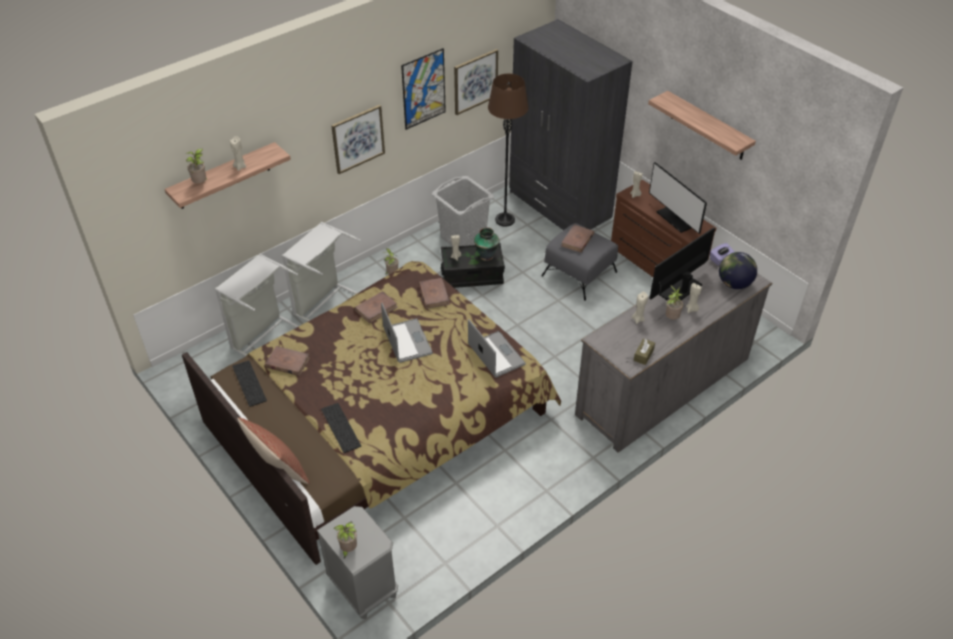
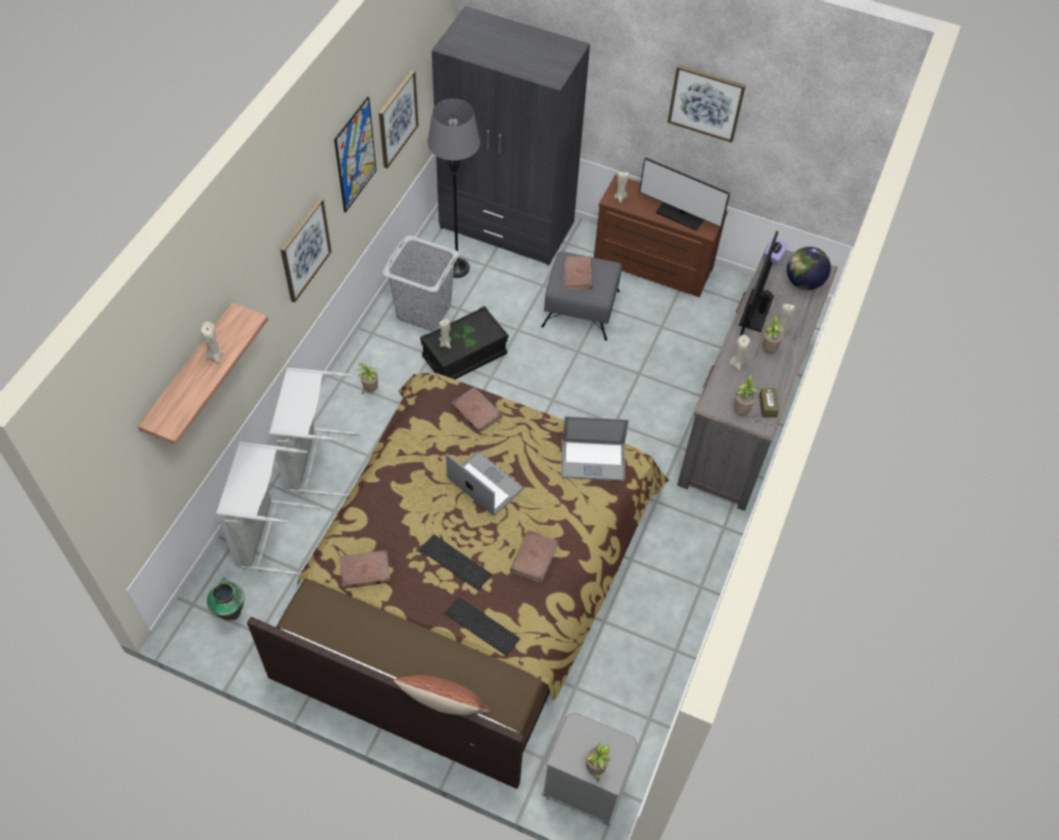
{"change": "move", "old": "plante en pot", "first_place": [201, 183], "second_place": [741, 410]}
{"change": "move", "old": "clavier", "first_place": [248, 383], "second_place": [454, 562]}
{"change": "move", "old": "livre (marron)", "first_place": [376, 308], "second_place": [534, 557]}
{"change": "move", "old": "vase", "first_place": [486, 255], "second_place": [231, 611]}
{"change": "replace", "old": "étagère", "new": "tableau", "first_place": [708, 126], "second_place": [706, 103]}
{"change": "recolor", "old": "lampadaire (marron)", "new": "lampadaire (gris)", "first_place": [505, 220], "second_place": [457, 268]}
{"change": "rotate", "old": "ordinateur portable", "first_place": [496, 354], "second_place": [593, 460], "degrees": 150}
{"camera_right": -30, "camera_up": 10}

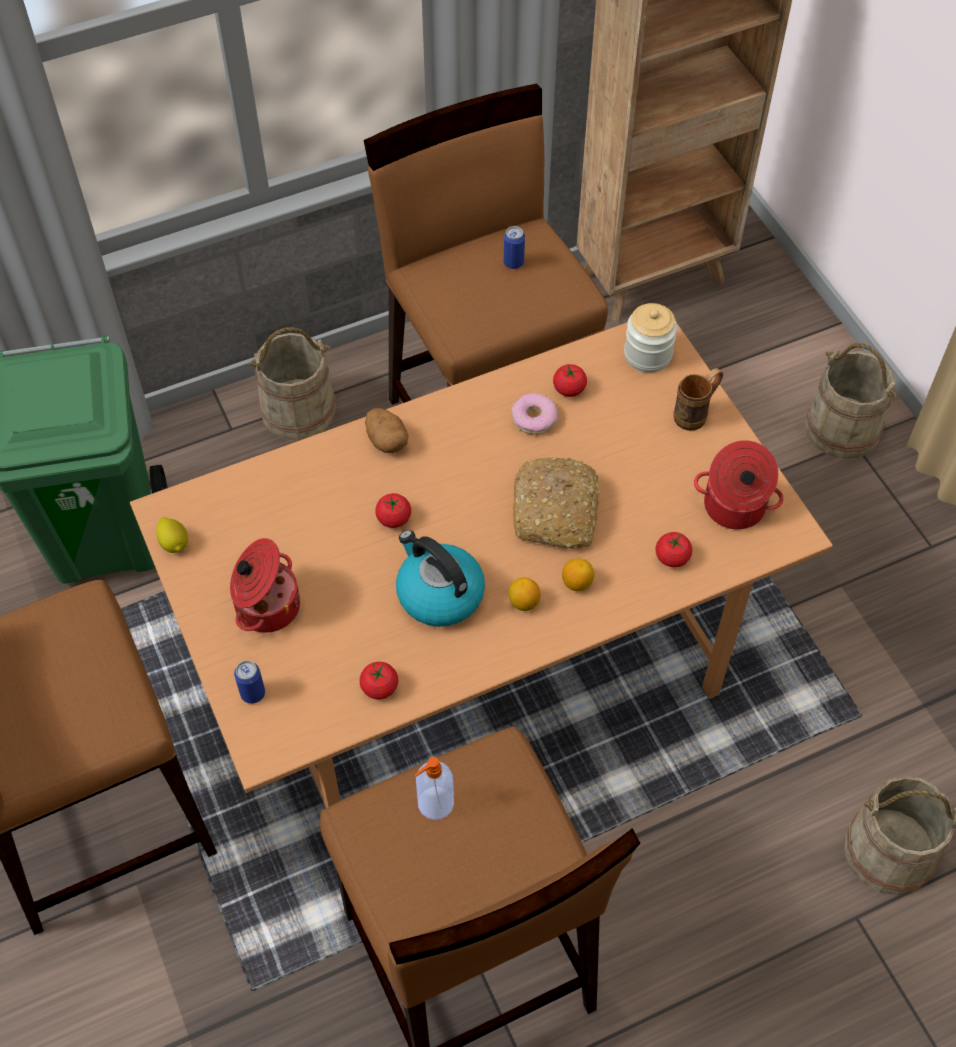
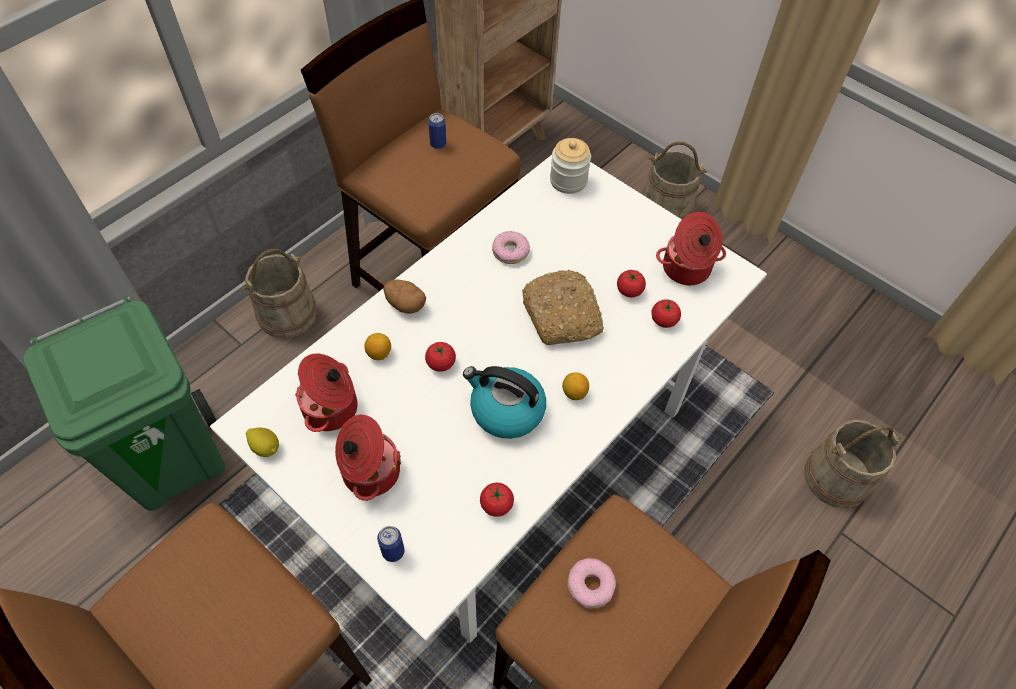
{"change": "delete", "old": "mug (marron)", "first_place": [696, 413]}
{"change": "insert", "new": "marmite", "second_place": [332, 408]}
{"change": "move", "old": "tomate", "first_place": [569, 389], "second_place": [629, 290]}
{"change": "move", "old": "citron", "first_place": [577, 582], "second_place": [379, 353]}
{"change": "replace", "old": "distributeur de savon", "new": "beignet", "first_place": [434, 804], "second_place": [590, 585]}
{"change": "recolor", "old": "table à manger (marron)", "new": "table à manger (blanc)", "first_place": [476, 667], "second_place": [503, 455]}
{"camera_right": -25, "camera_up": 0}

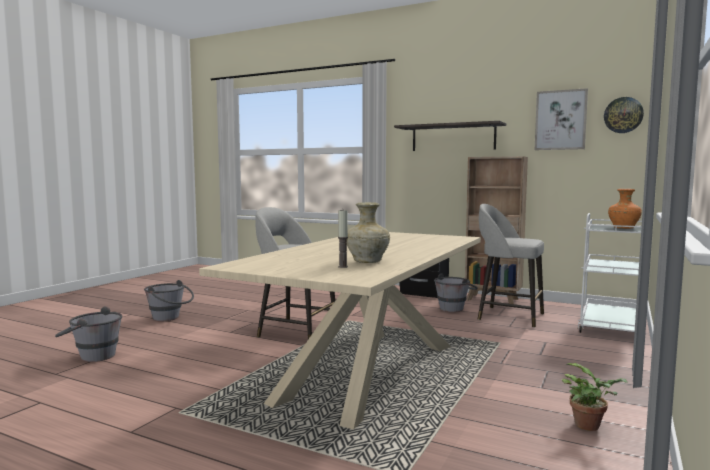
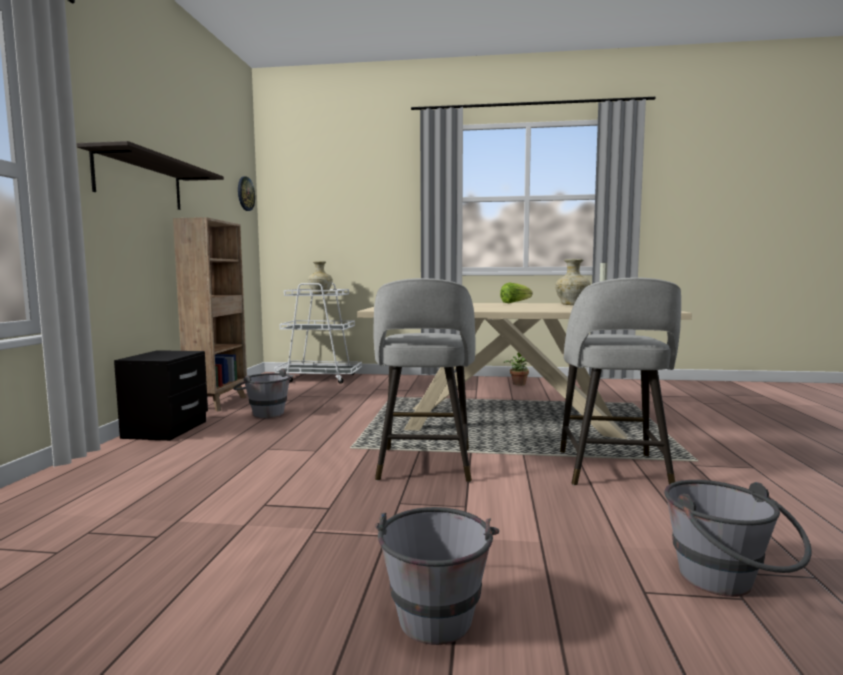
{"change": "delete", "old": "tableau", "first_place": [560, 120]}
{"change": "insert", "new": "laitue", "second_place": [514, 303]}
{"change": "move", "old": "tabouret (gris)", "first_place": [508, 316], "second_place": [613, 471]}
{"change": "recolor", "old": "vase (orange)", "new": "vase (beige)", "first_place": [623, 228], "second_place": [320, 293]}
{"camera_right": -110, "camera_up": 0}

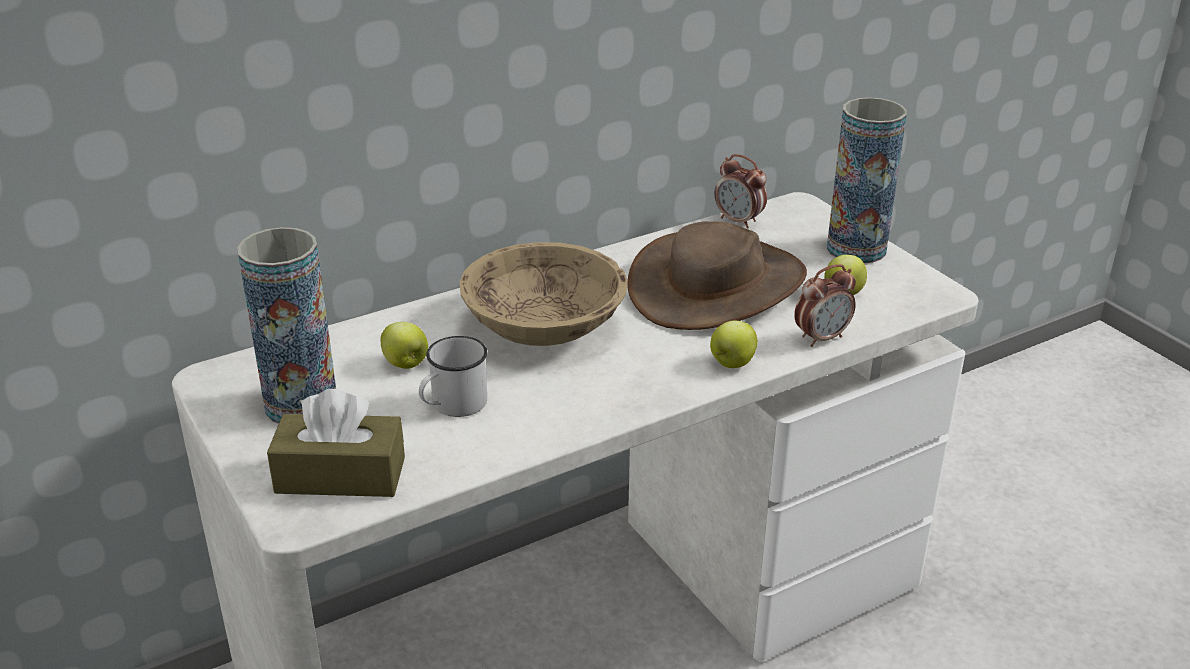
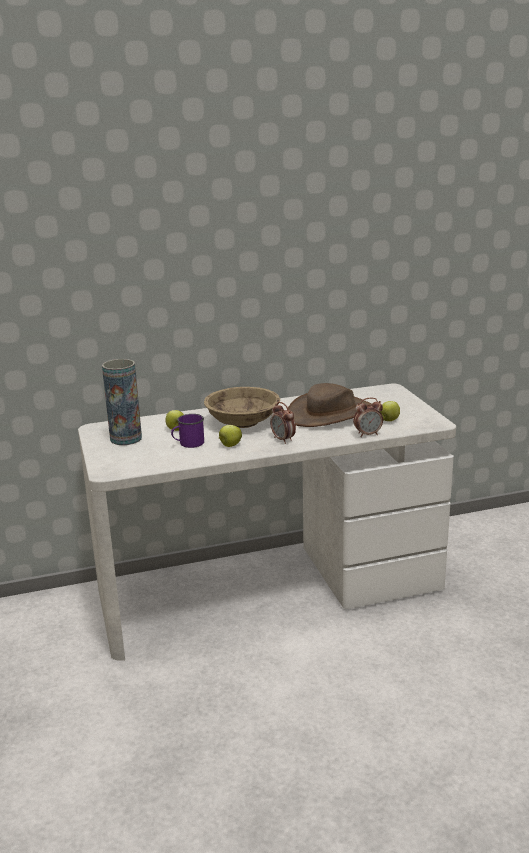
{"change": "delete", "old": "boîte à mouchoirs (marron)", "first_place": [340, 475]}
{"change": "delete", "old": "vase", "first_place": [856, 248]}
{"change": "move", "old": "pomme", "first_place": [732, 363], "second_place": [230, 445]}
{"change": "move", "old": "réveil", "first_place": [739, 221], "second_place": [283, 440]}
{"change": "recolor", "old": "mug (blanc)", "new": "mug (violet)", "first_place": [452, 406], "second_place": [188, 444]}
{"camera_right": 15, "camera_up": -10}

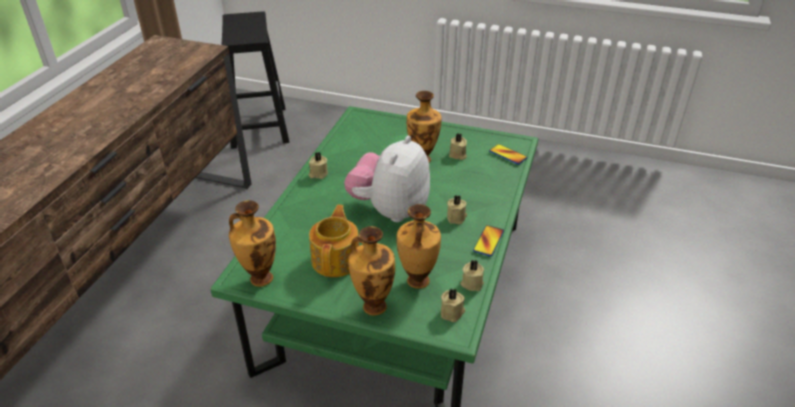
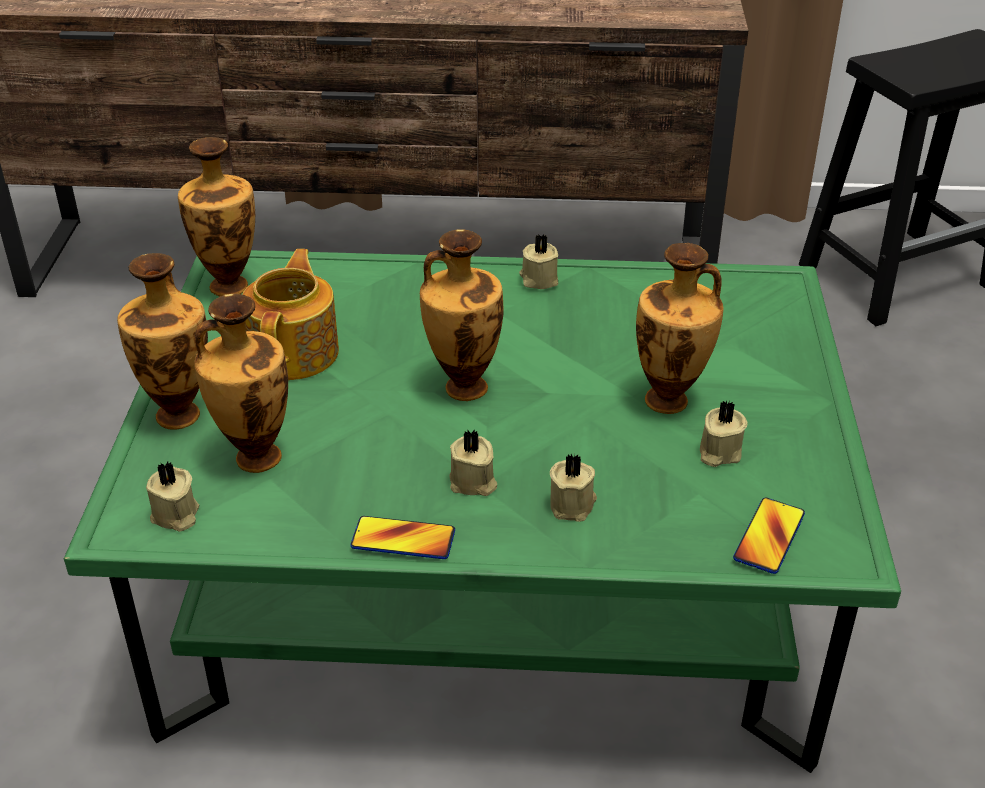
{"change": "move", "old": "bougie (beige)", "first_place": [471, 283], "second_place": [573, 505]}
{"change": "replace", "old": "peluche", "new": "vase", "first_place": [390, 210], "second_place": [463, 387]}
{"change": "rotate", "old": "théière", "first_place": [336, 259], "second_place": [295, 351], "degrees": -75}
{"camera_right": 75, "camera_up": 0}

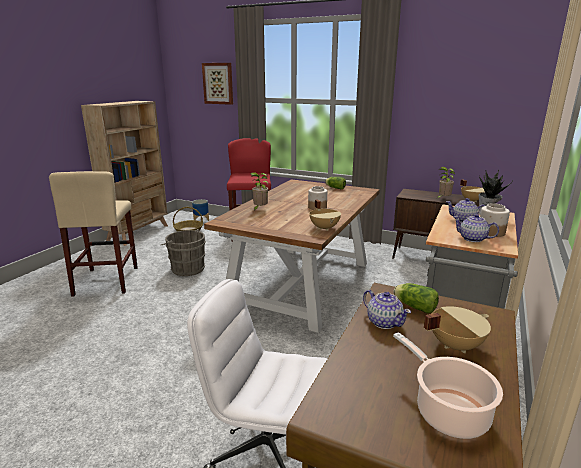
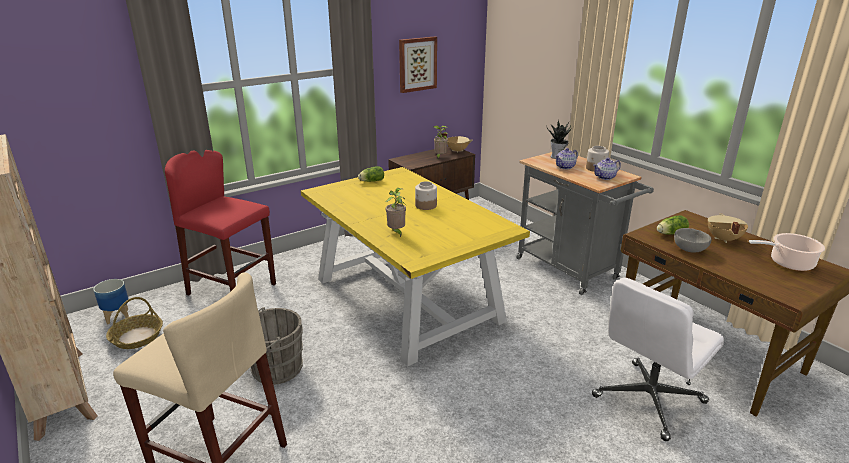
{"change": "delete", "old": "marmite (beige)", "first_place": [325, 228]}
{"change": "move", "old": "tableau", "first_place": [218, 83], "second_place": [417, 64]}
{"change": "replace", "old": "théière", "new": "bol (gris)", "first_place": [384, 322], "second_place": [688, 249]}
{"change": "recolor", "old": "table à manger (marron)", "new": "table à manger (jaune)", "first_place": [301, 282], "second_place": [406, 298]}
{"camera_right": -60, "camera_up": 5}

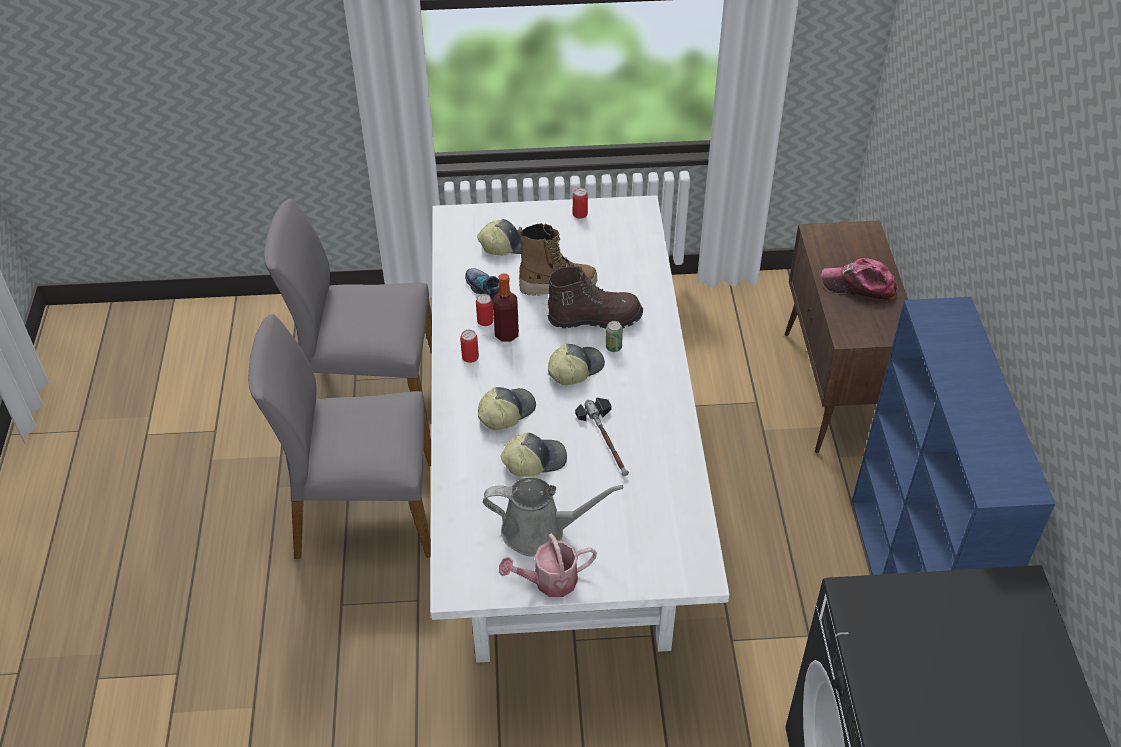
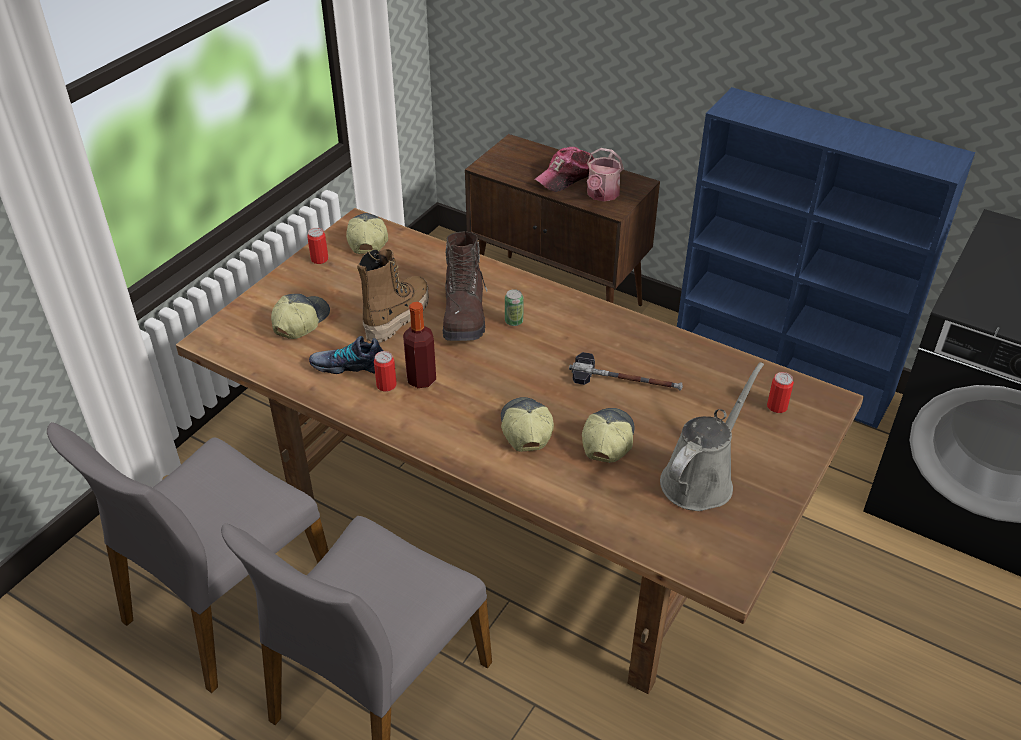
{"change": "move", "old": "boîte métallique", "first_place": [470, 357], "second_place": [777, 406]}
{"change": "move", "old": "arrosoir", "first_place": [549, 581], "second_place": [601, 195]}
{"change": "move", "old": "casquette", "first_place": [575, 369], "second_place": [367, 240]}
{"change": "recolor", "old": "table à manger (blanc)", "new": "table à manger (marron)", "first_place": [560, 496], "second_place": [507, 522]}
{"change": "rotate", "old": "botte (marron)", "first_place": [594, 318], "second_place": [464, 315], "degrees": 150}
{"camera_right": -55, "camera_up": -5}

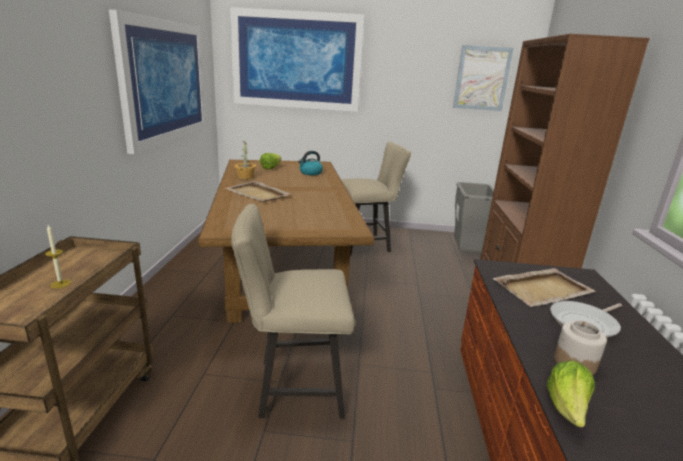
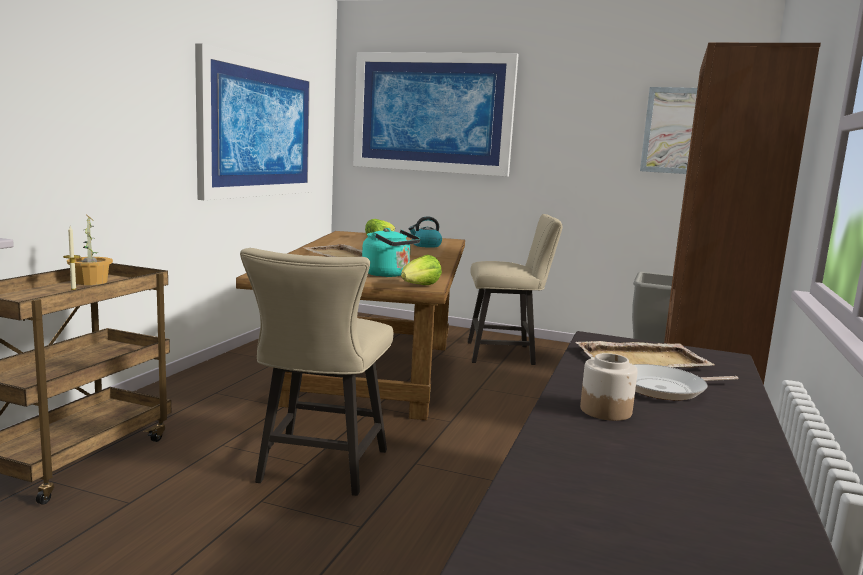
{"change": "insert", "new": "bouilloire (turquoise)", "second_place": [388, 274]}
{"change": "move", "old": "plante en pot", "first_place": [245, 177], "second_place": [90, 282]}
{"change": "move", "old": "laitue", "first_place": [567, 409], "second_place": [419, 286]}
{"change": "rotate", "old": "chaise (beige)", "first_place": [292, 386], "second_place": [318, 470], "degrees": -90}
{"camera_right": 15, "camera_up": -10}

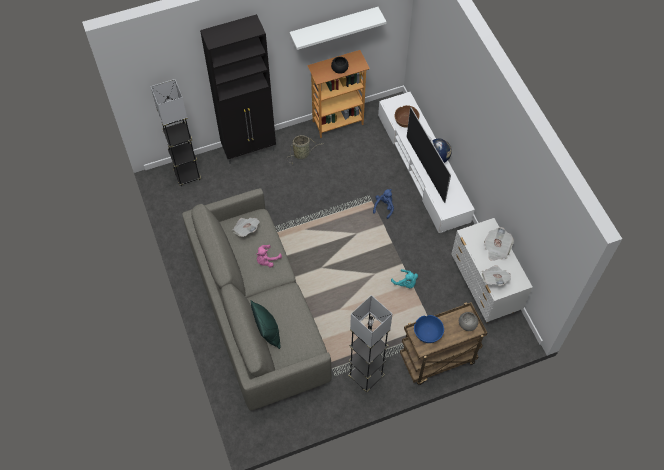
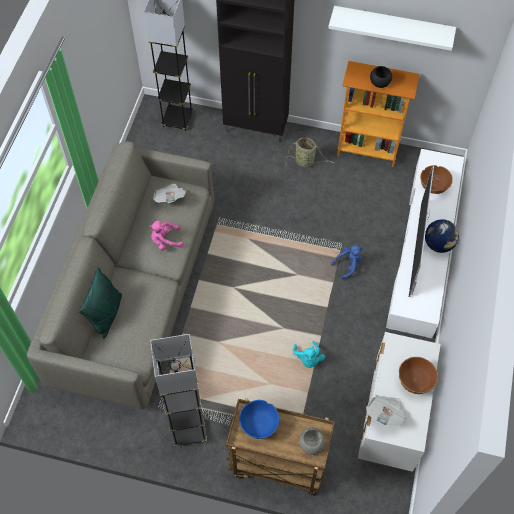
{"change": "replace", "old": "journal", "new": "bol (marron)", "first_place": [496, 248], "second_place": [415, 381]}
{"camera_right": 35, "camera_up": 0}

